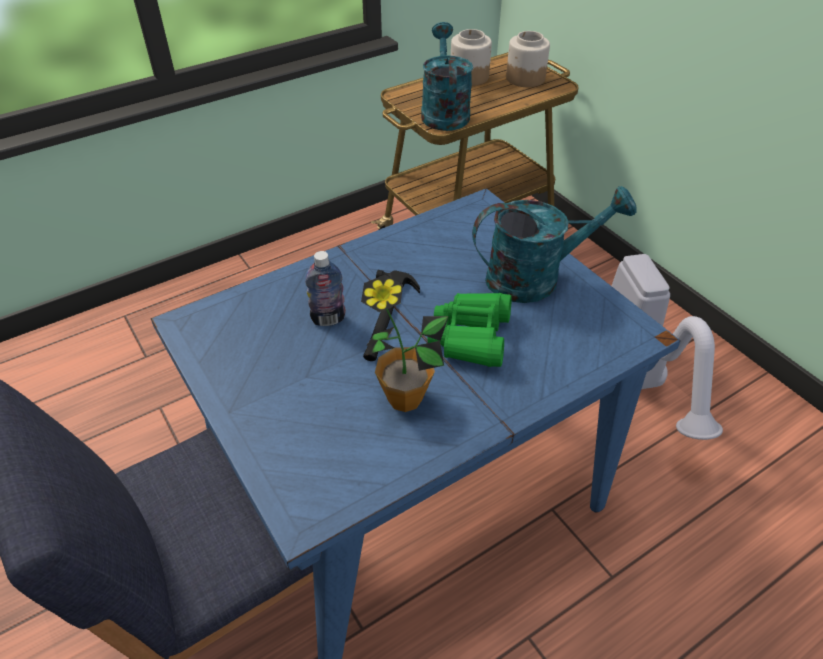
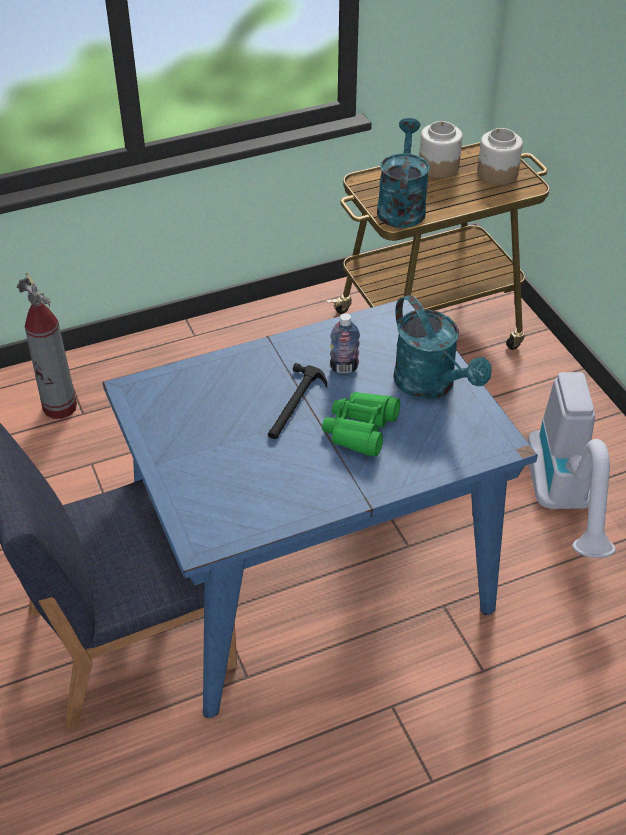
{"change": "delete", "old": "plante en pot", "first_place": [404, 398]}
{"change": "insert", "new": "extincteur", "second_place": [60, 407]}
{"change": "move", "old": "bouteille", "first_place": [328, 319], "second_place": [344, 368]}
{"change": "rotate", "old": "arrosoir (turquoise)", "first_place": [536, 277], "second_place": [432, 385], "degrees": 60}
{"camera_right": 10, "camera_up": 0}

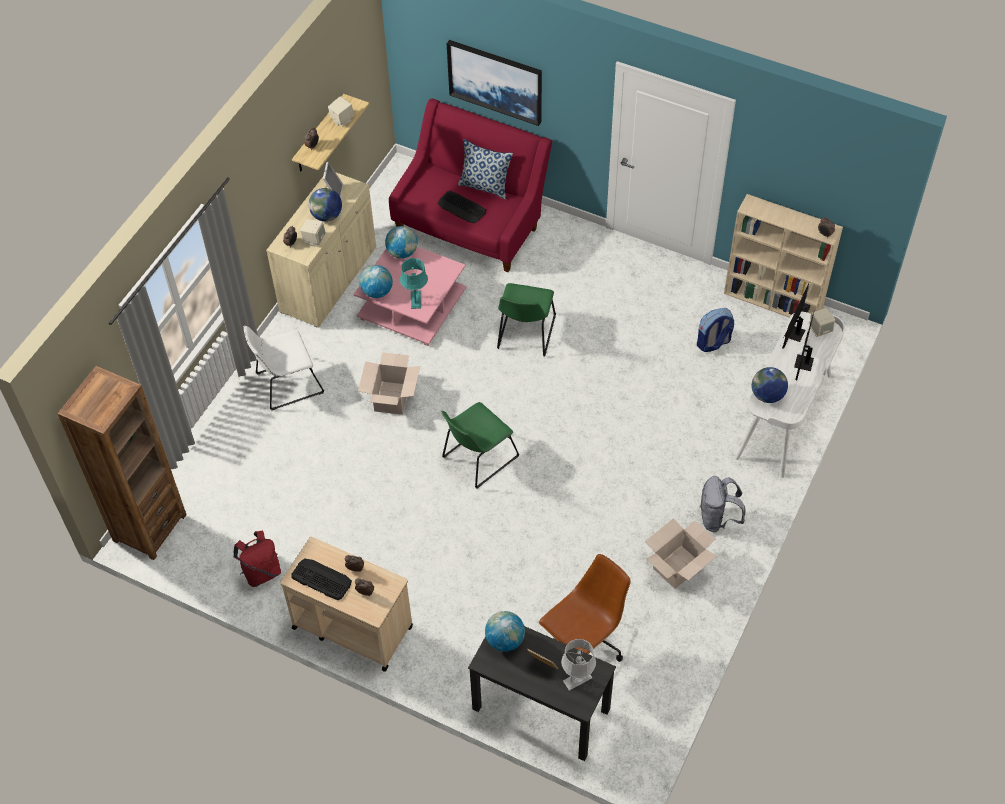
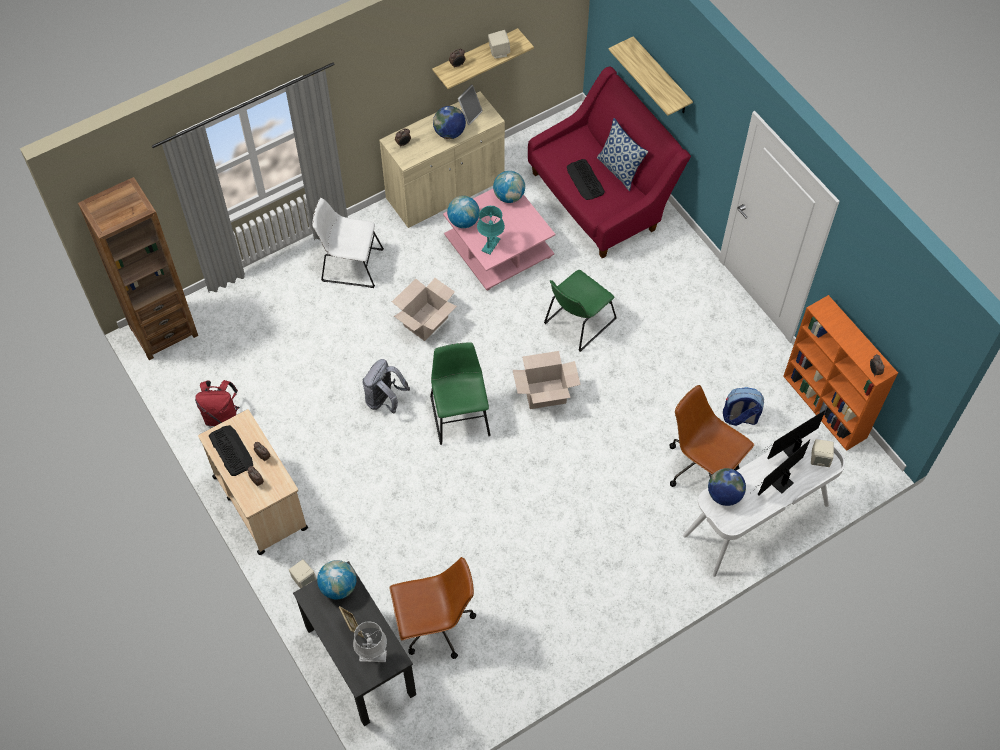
{"change": "insert", "new": "chaise de bureau (marron)", "second_place": [702, 467]}
{"change": "move", "old": "enceinte (beige)", "first_place": [314, 240], "second_place": [304, 579]}
{"change": "move", "old": "carton", "first_place": [678, 567], "second_place": [545, 394]}
{"change": "move", "old": "sac à dos (gris)", "first_place": [717, 519], "second_place": [385, 400]}
{"change": "replace", "old": "tableau", "new": "étagère", "first_place": [495, 81], "second_place": [661, 77]}
{"change": "recolor", "old": "bibliothèque (beige)", "new": "bibliothèque (orange)", "first_place": [774, 301], "second_place": [825, 407]}
{"change": "rotate", "old": "chaise (vert)", "first_place": [477, 458], "second_place": [459, 413], "degrees": 90}
{"camera_right": 30, "camera_up": 5}

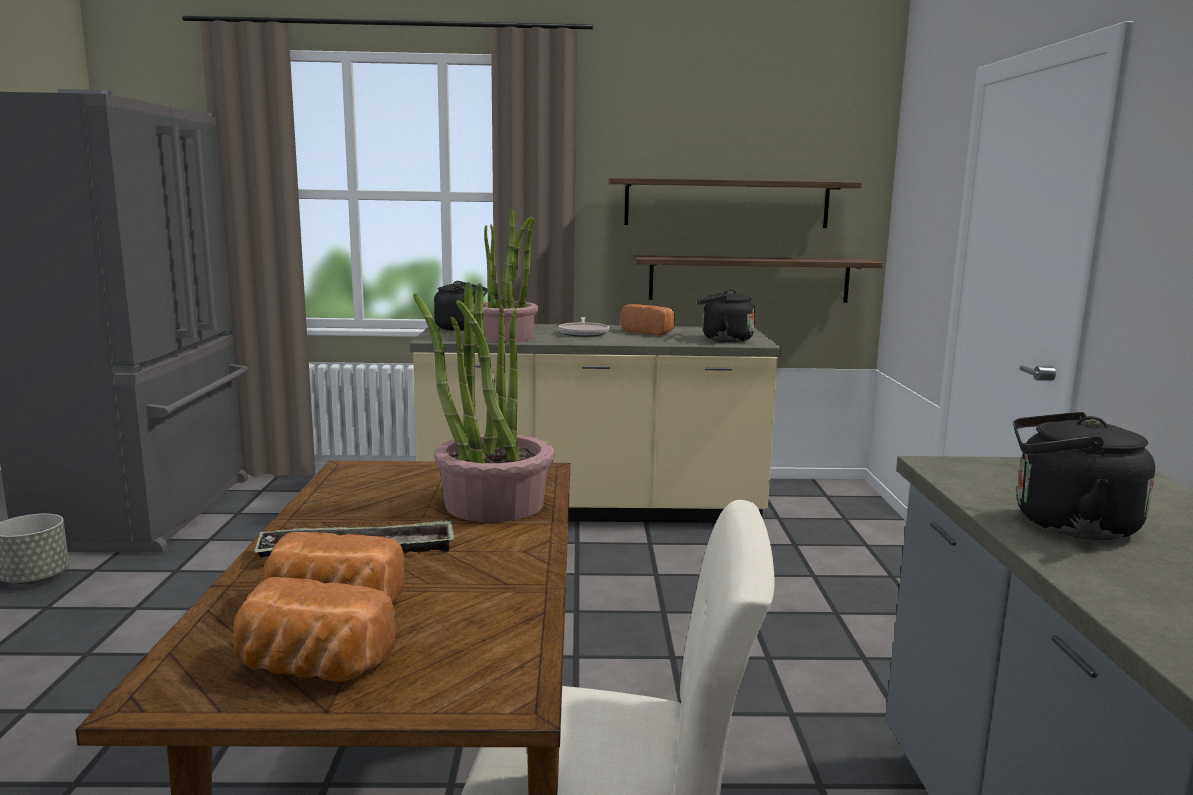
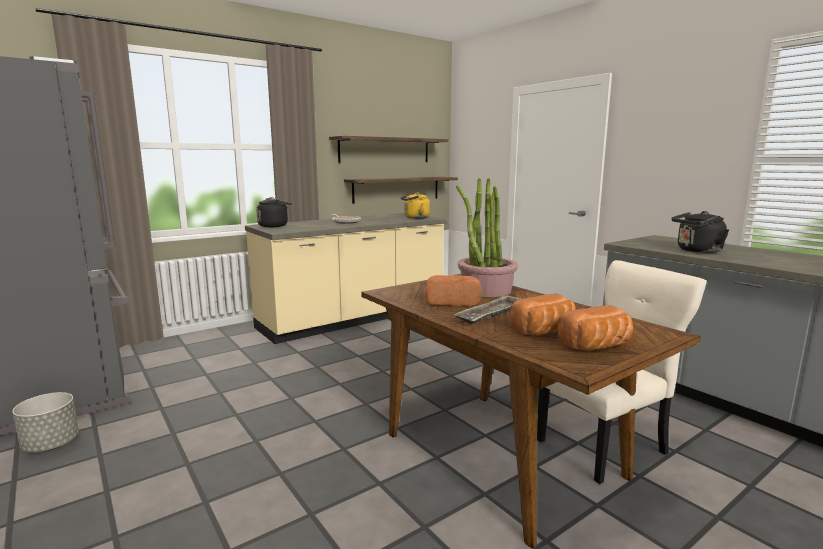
{"change": "delete", "old": "plante en pot", "first_place": [505, 337]}
{"change": "move", "old": "pain", "first_place": [650, 332], "second_place": [452, 302]}
{"change": "recolor", "old": "bouilloire (noir)", "new": "bouilloire (jaune)", "first_place": [723, 339], "second_place": [415, 218]}
{"camera_right": -35, "camera_up": 0}

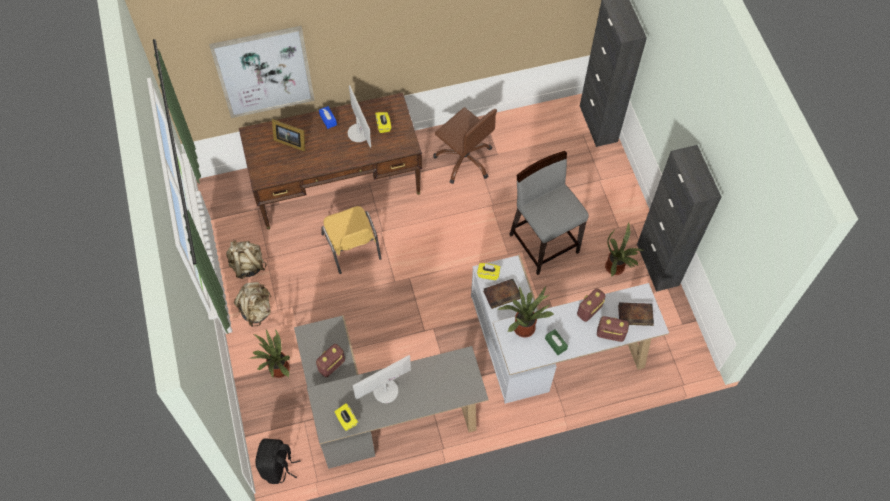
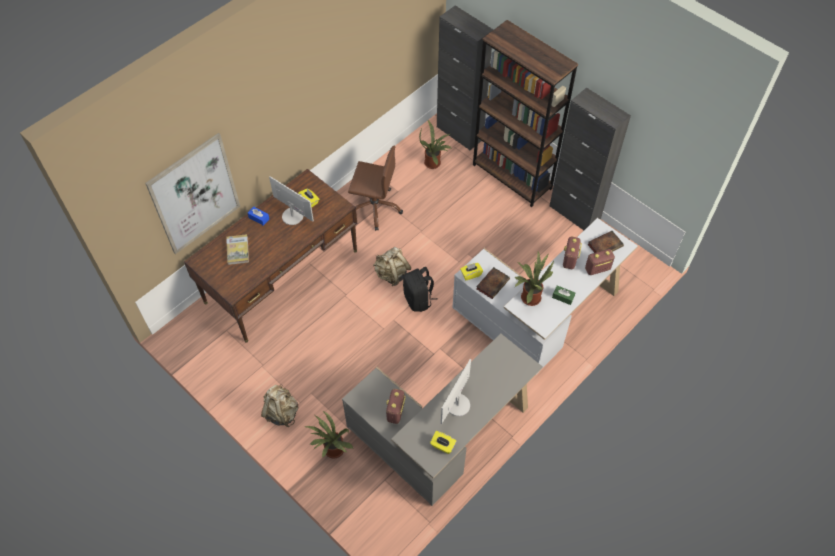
{"change": "delete", "old": "chaise (jaune)", "first_place": [352, 247]}
{"change": "delete", "old": "tabouret (gris)", "first_place": [544, 242]}
{"change": "insert", "new": "bibliothèque (marron)", "second_place": [512, 177]}
{"change": "move", "old": "sac à dos (beige)", "first_place": [247, 265], "second_place": [392, 274]}
{"change": "move", "old": "sac à dos (noir)", "first_place": [278, 467], "second_place": [418, 299]}
{"change": "move", "old": "plante en pot", "first_place": [616, 268], "second_place": [434, 163]}
{"change": "replace", "old": "cadre photo", "new": "livre", "first_place": [290, 141], "second_place": [237, 250]}
{"camera_right": -30, "camera_up": -5}

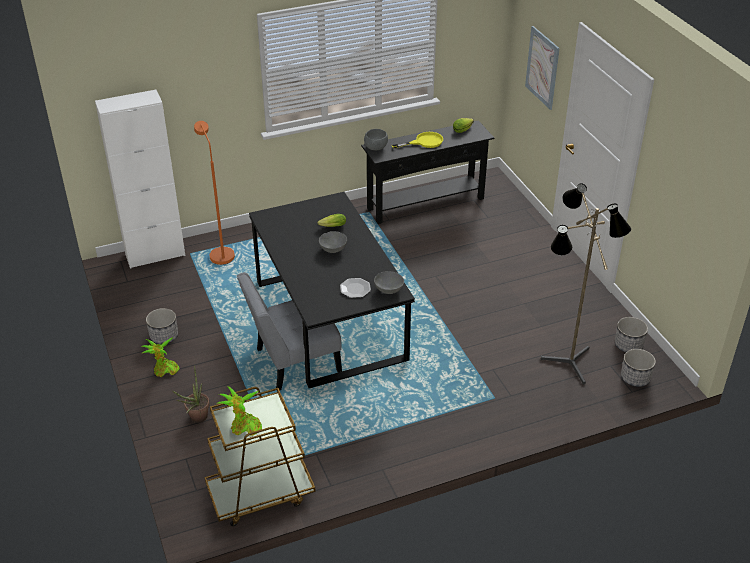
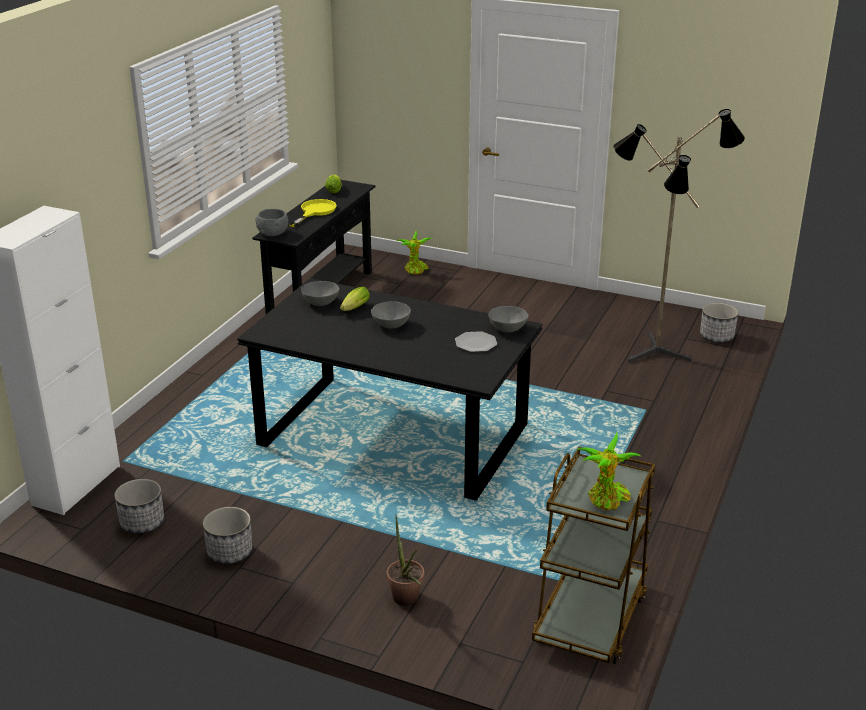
{"change": "delete", "old": "lampadaire (orange)", "first_place": [220, 253]}
{"change": "delete", "old": "chaise (gris)", "first_place": [293, 362]}
{"change": "delete", "old": "tableau", "first_place": [542, 67]}
{"change": "insert", "new": "bol (gris)", "second_place": [320, 302]}
{"change": "move", "old": "plante en pot", "first_place": [164, 371], "second_place": [415, 271]}
{"change": "move", "old": "cache-pot", "first_place": [628, 345], "second_place": [142, 523]}
{"camera_right": -45, "camera_up": -10}

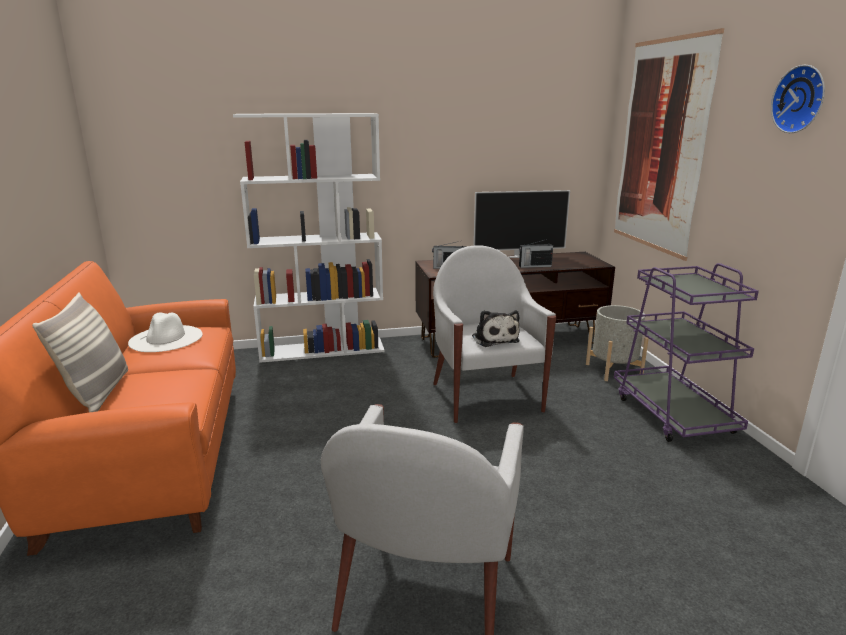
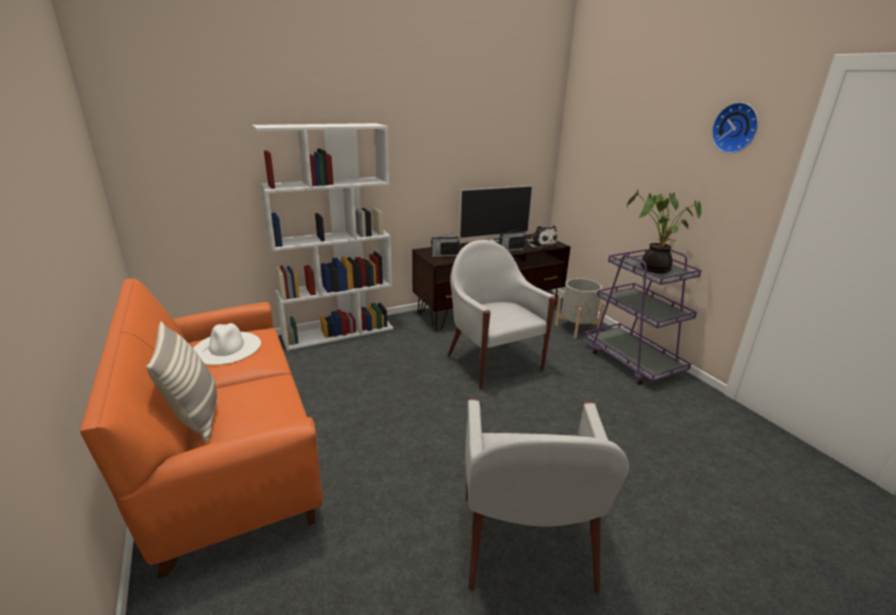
{"change": "delete", "old": "tableau", "first_place": [661, 147]}
{"change": "insert", "new": "plante en pot", "second_place": [653, 268]}
{"change": "move", "old": "peluche", "first_place": [494, 338], "second_place": [540, 244]}
{"camera_right": -15, "camera_up": 5}

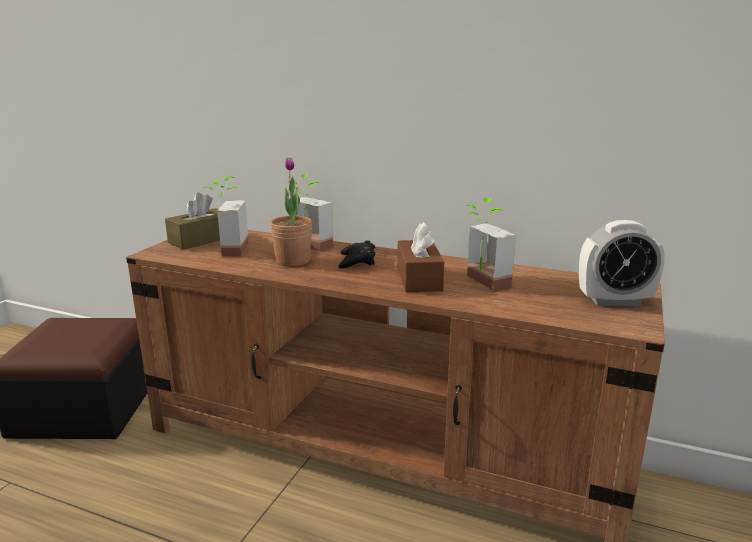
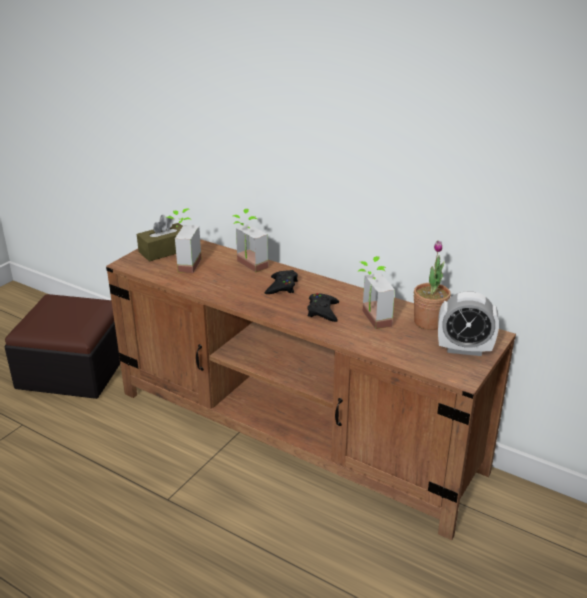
{"change": "move", "old": "plante en pot", "first_place": [293, 261], "second_place": [428, 322]}
{"change": "replace", "old": "boîte à mouchoirs (marron)", "new": "manette (noir)", "first_place": [419, 279], "second_place": [323, 311]}
{"camera_right": 10, "camera_up": 10}

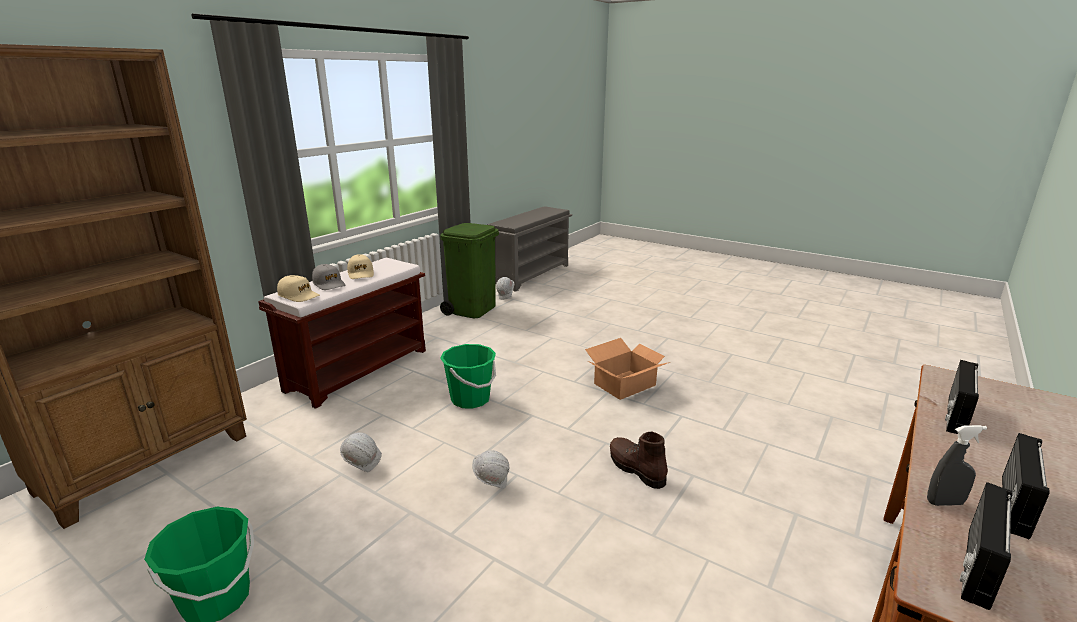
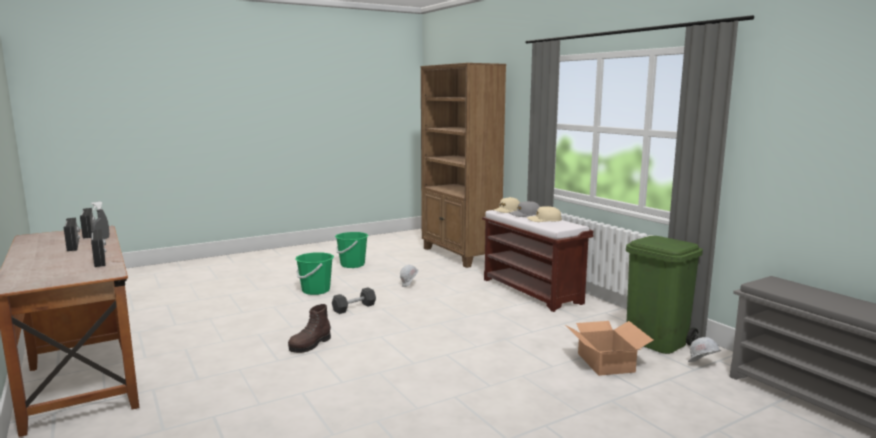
{"change": "move", "old": "seau (vert)", "first_place": [470, 399], "second_place": [316, 290]}
{"change": "move", "old": "carton", "first_place": [625, 384], "second_place": [605, 363]}
{"change": "replace", "old": "casque de chantier (blanc)", "new": "haltère (gris)", "first_place": [492, 483], "second_place": [354, 308]}
{"change": "rotate", "old": "botte (marron)", "first_place": [636, 469], "second_place": [310, 345], "degrees": 135}
{"camera_right": 115, "camera_up": -10}

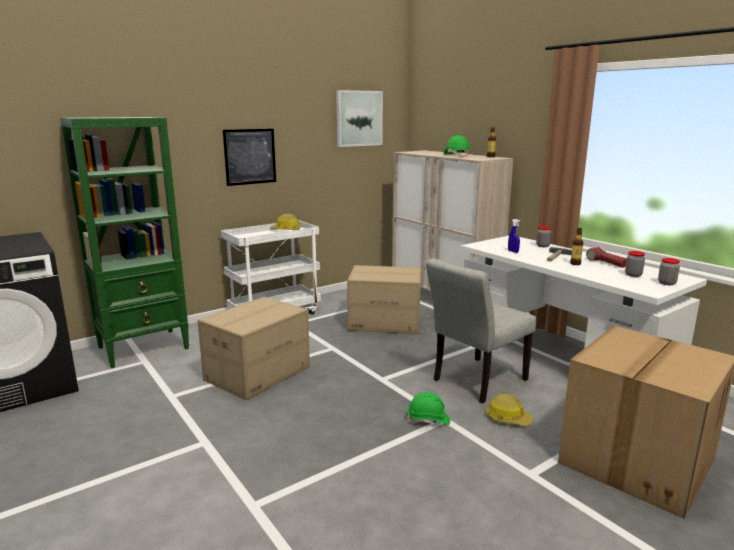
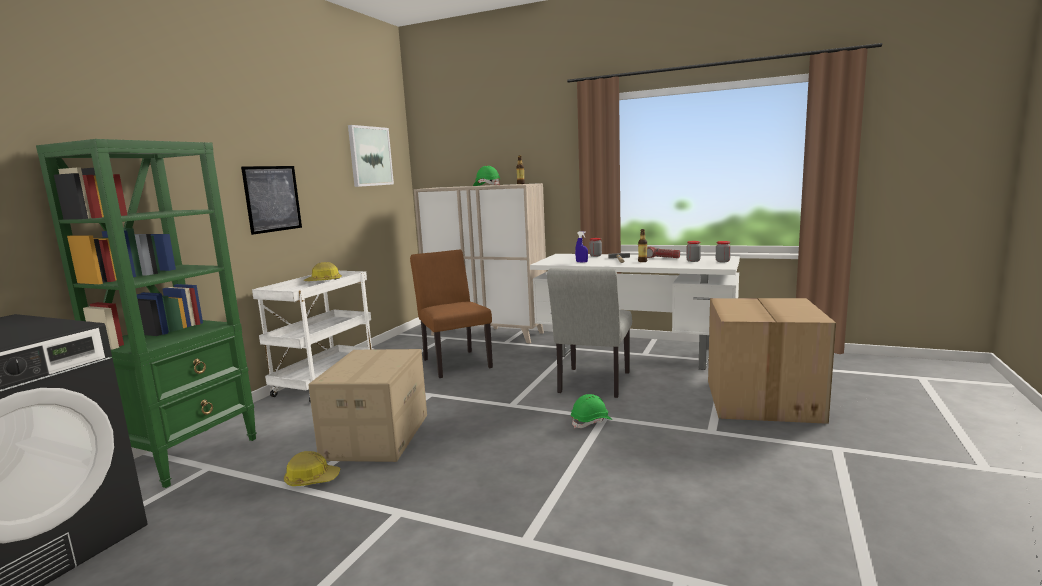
{"change": "move", "old": "casque de chantier", "first_place": [508, 418], "second_place": [312, 479]}
{"change": "replace", "old": "carton", "new": "chaise (marron)", "first_place": [385, 322], "second_place": [454, 362]}
{"camera_right": -30, "camera_up": -5}

